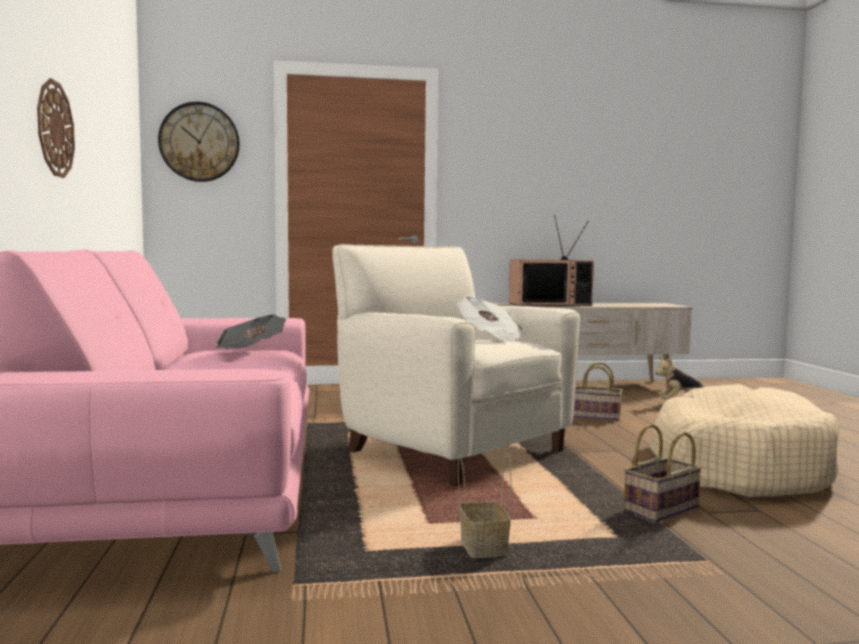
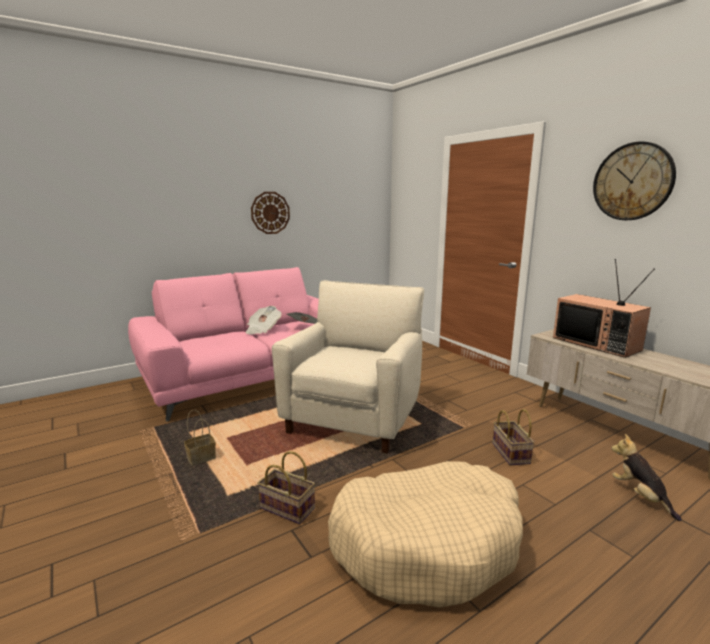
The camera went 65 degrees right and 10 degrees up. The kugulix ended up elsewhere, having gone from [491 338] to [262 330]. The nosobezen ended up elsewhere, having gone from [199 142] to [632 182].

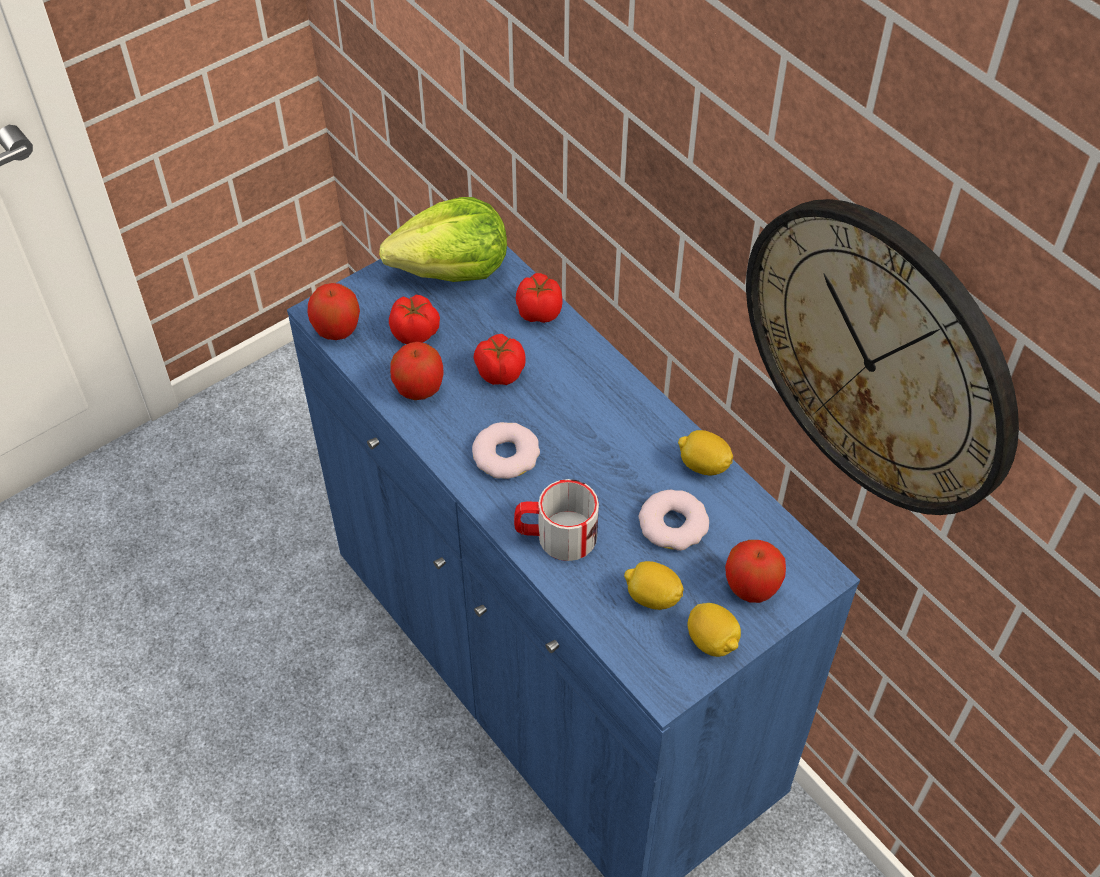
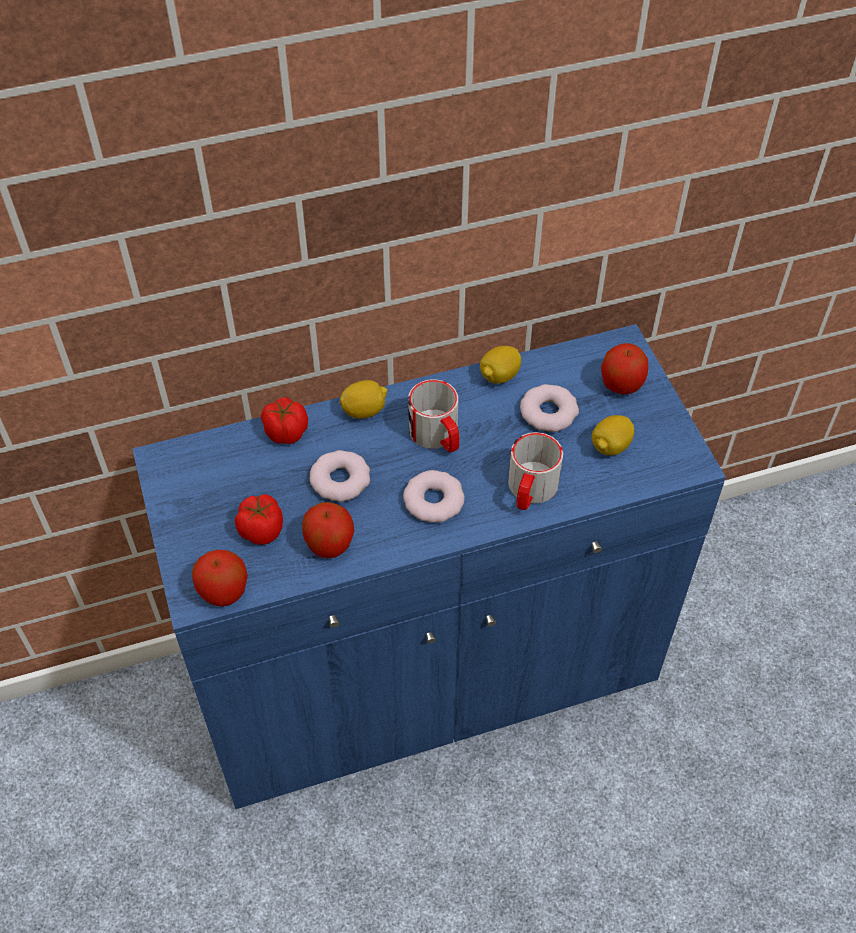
The camera went 70 degrees left and 0 degrees up. Where the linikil stood at [499 372], the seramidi came to stand at [340 480]. The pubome ended up elsewhere, having gone from [712 641] to [364 410]. The second view gained the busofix at [437 436]. The second view lost the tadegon at [452 269]. The second view lost the nosobezen at [879 357].

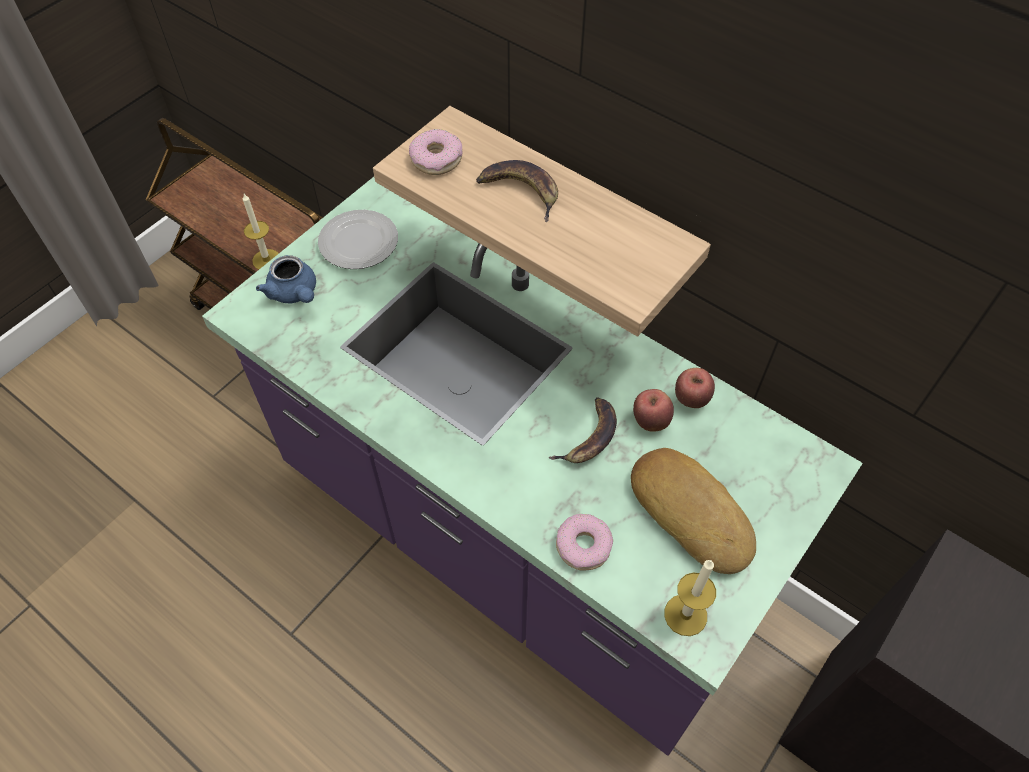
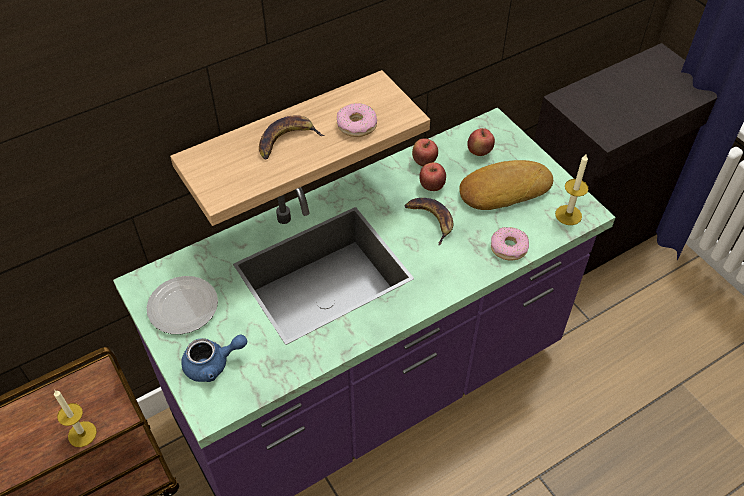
The camera went 70 degrees left and 5 degrees down. The seramidi ended up elsewhere, having gone from [436 159] to [357 125]. The second view gained the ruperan at [479 152].

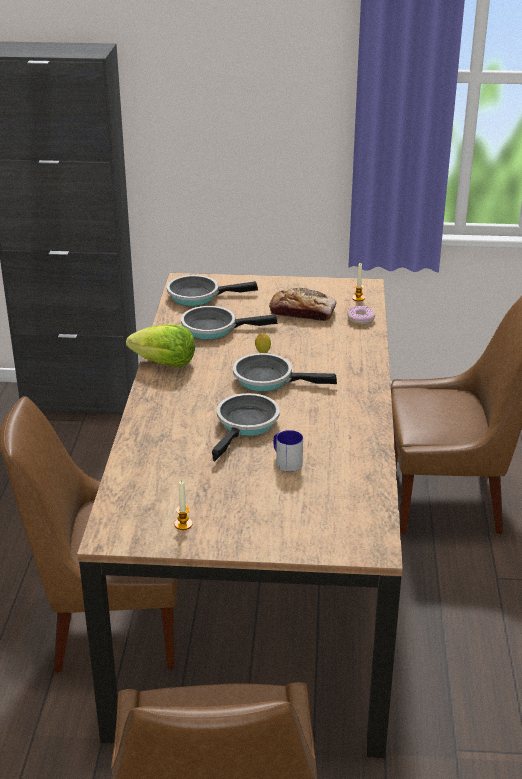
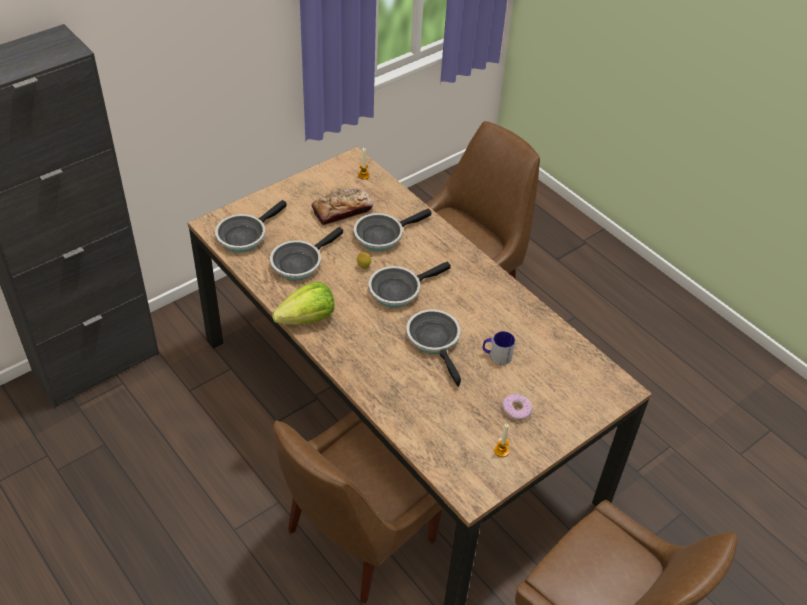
The camera went 45 degrees left and 15 degrees up. The second view gained the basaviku at [382 235]. The seramidi ended up elsewhere, having gone from [361 319] to [516 410].

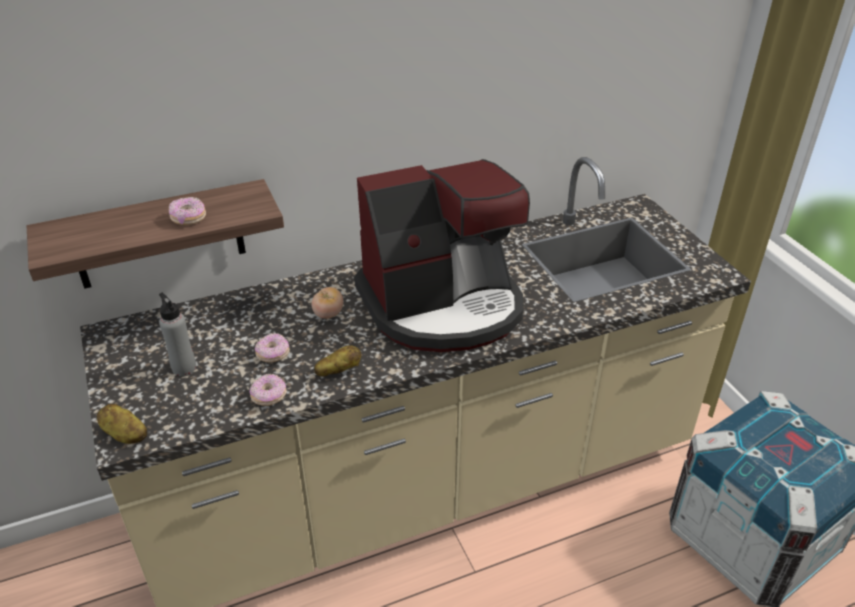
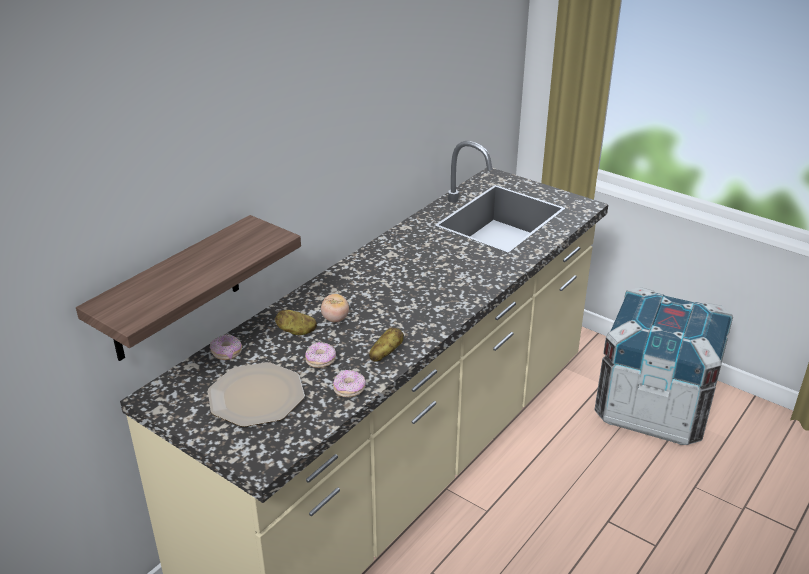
The camera went 30 degrees left and 5 degrees down. Where the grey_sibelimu stood at [184 367], the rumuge came to stand at [255 396]. The seramidi ended up elsewhere, having gone from [188 218] to [227 353]. The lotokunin ended up elsewhere, having gone from [124 435] to [296 332]. The second view lost the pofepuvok at [443 305].

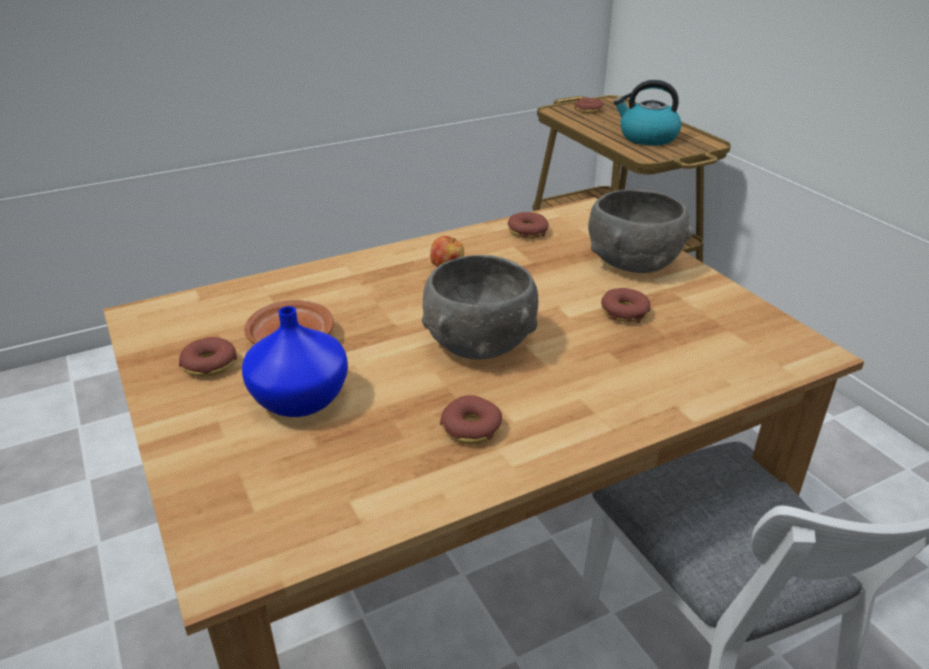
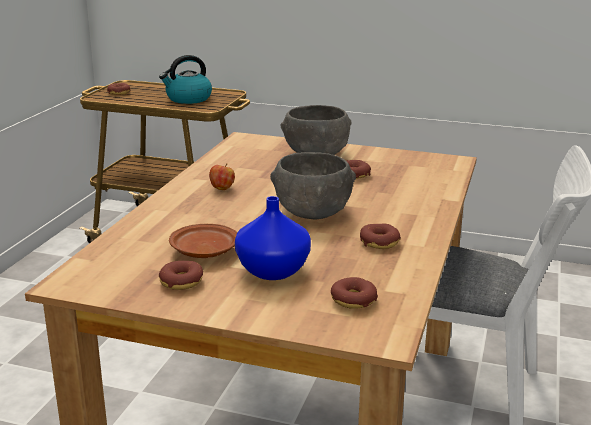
The camera went 45 degrees left and 10 degrees down. The seramidi ended up elsewhere, having gone from [527 232] to [353 300].

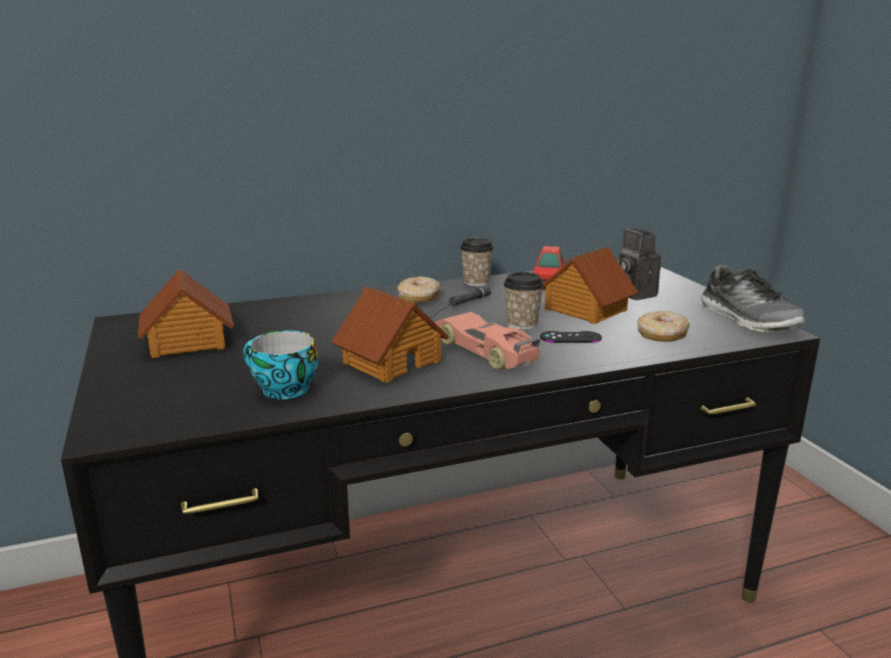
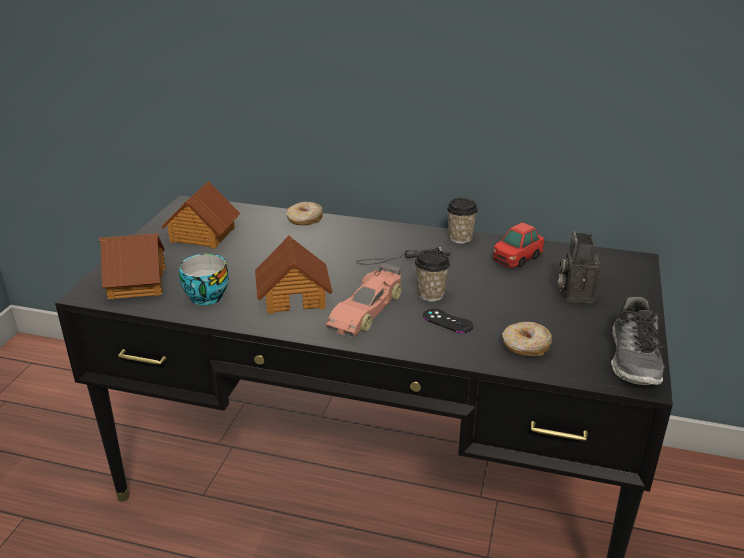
The camera went 35 degrees right and 10 degrees up. The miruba ended up elsewhere, having gone from [584 309] to [136 282]. The seramidi ended up elsewhere, having gone from [419 297] to [304 220]. The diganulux at [485 351] ended up facing another way, 150 degrees counterclockwise from before.

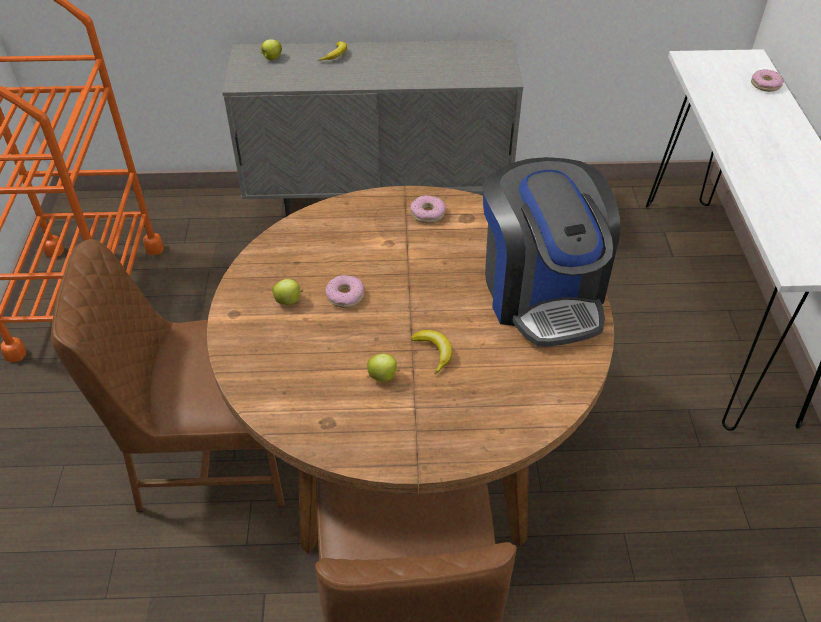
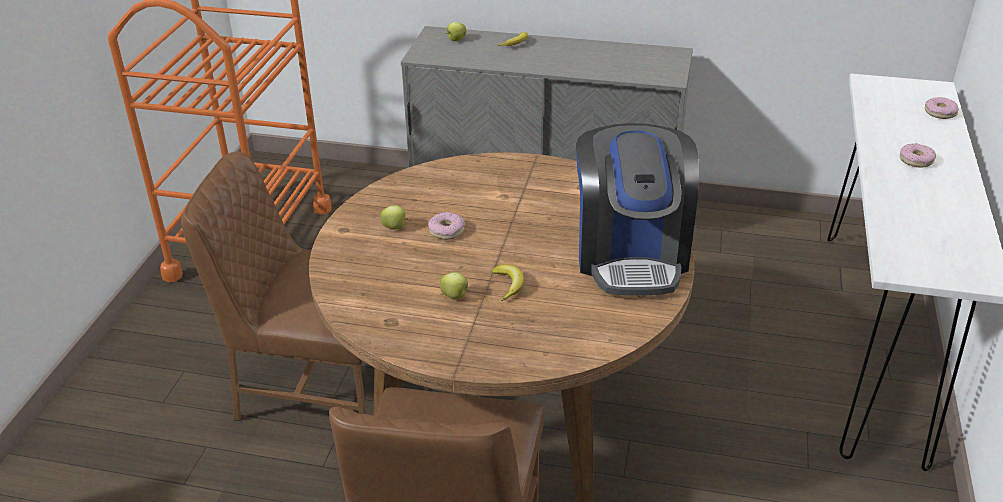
The camera went 15 degrees right and 10 degrees down. The seramidi ended up elsewhere, having gone from [427 213] to [916 160].

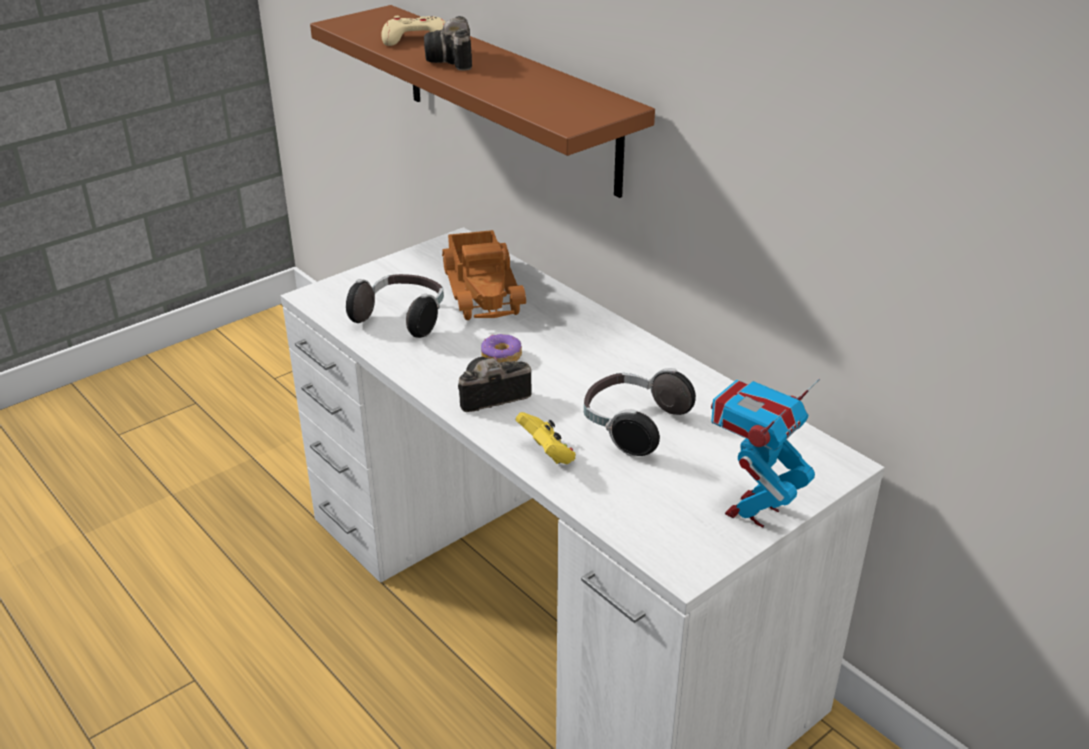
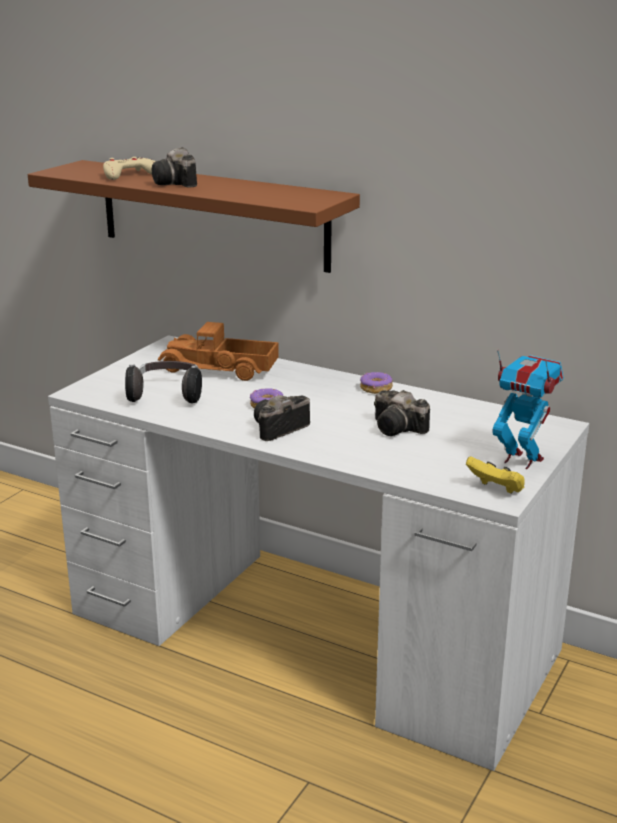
The camera went 20 degrees left and 10 degrees down. The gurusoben at [484 289] ended up facing another way, 135 degrees clockwise from before. The second view gained the seramidi at [376 389]. Where the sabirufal stood at [632 426], the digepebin came to stand at [399 429]. The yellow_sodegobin ended up elsewhere, having gone from [547 455] to [496 489]. The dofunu at [752 510] ended up facing another way, 105 degrees clockwise from before.

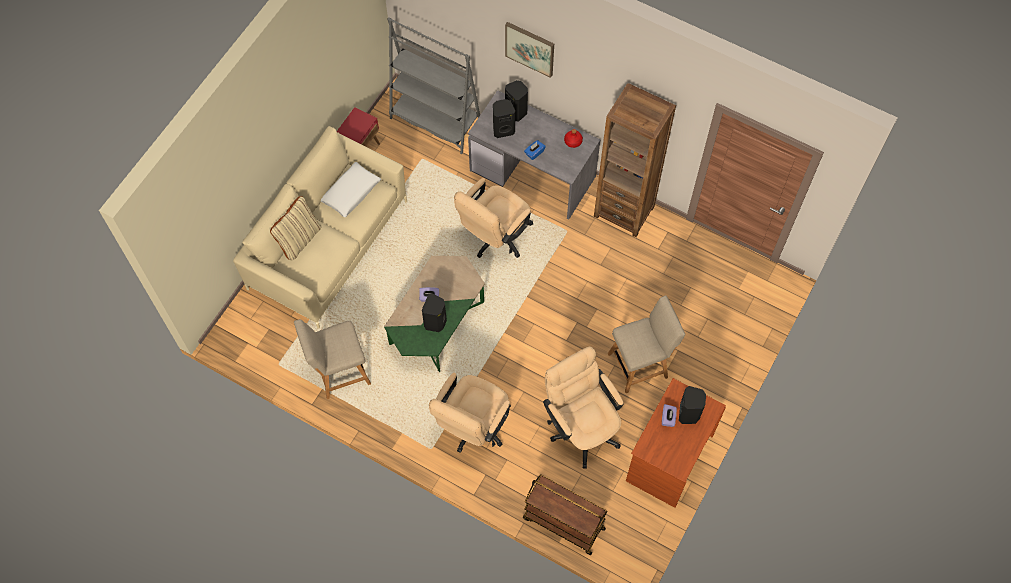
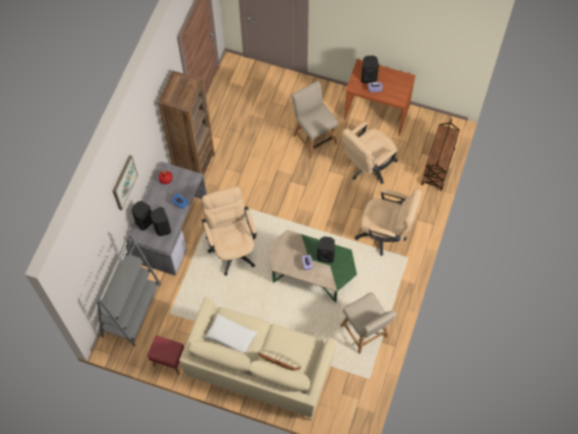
The camera went 100 degrees left and 0 degrees up. The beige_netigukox at [495 238] ended up facing another way, 135 degrees counterclockwise from before.

